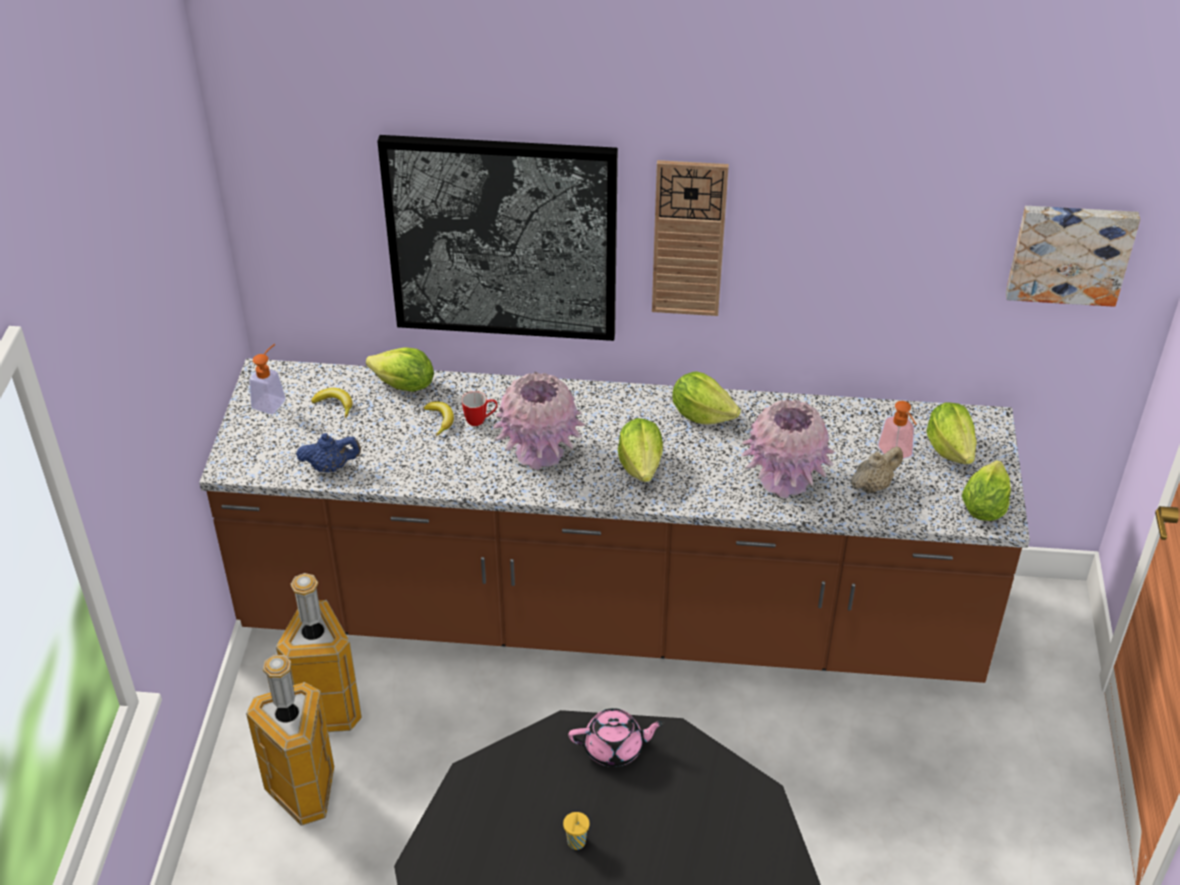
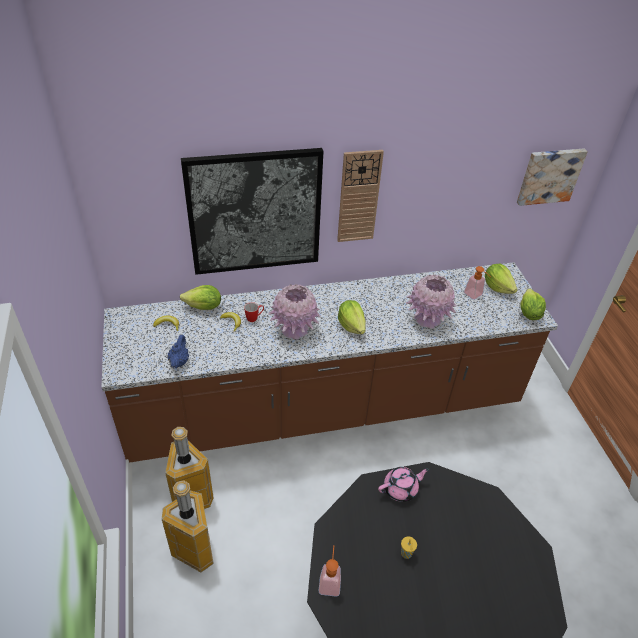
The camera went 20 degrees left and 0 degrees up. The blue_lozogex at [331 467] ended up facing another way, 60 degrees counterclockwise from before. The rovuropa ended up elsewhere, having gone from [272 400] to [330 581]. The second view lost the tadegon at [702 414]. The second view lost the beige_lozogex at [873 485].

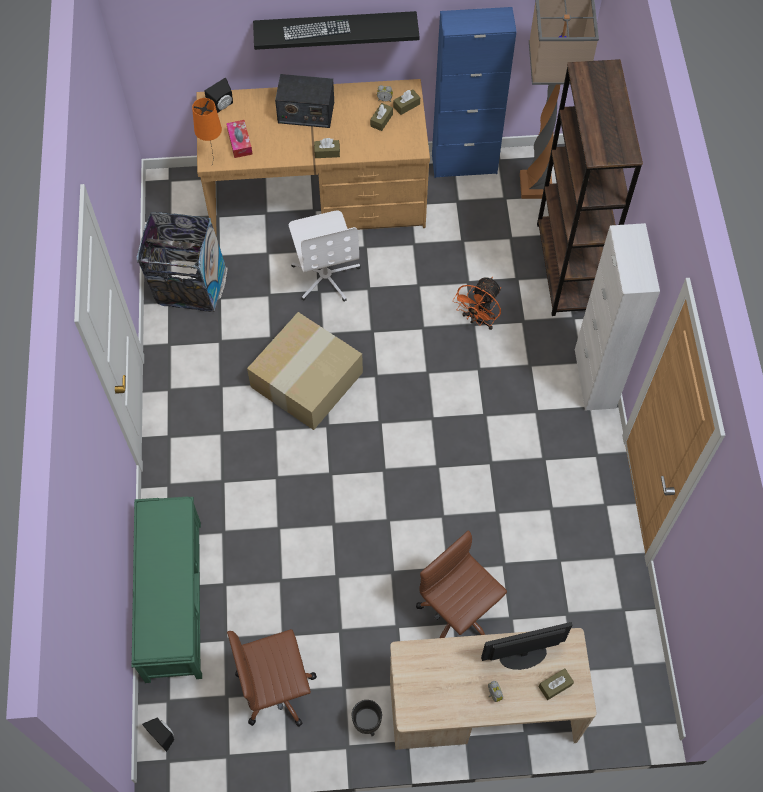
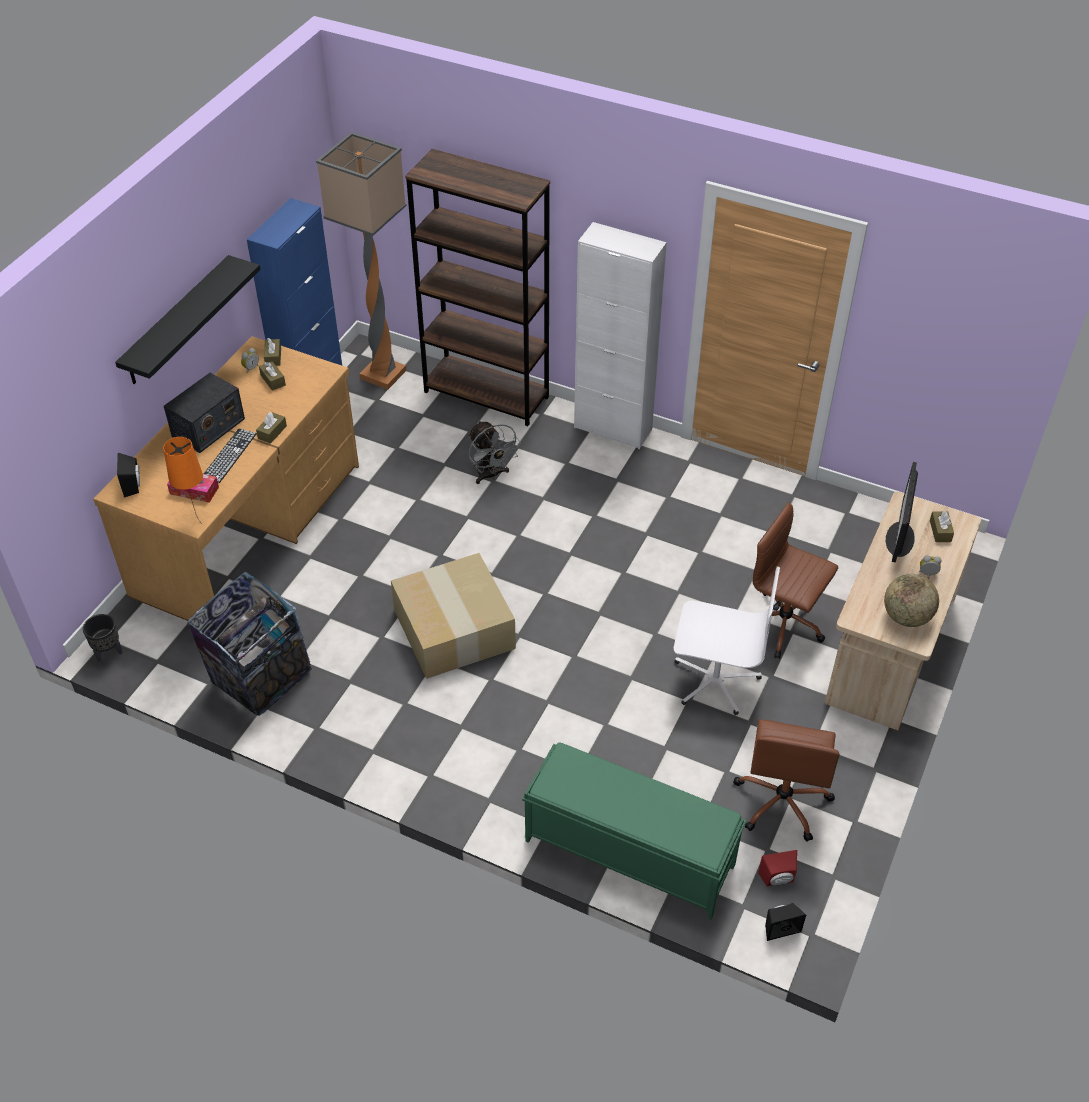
The camera went 60 degrees left and 15 degrees down. The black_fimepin ended up elsewhere, having gone from [366 723] to [108 652]. The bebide ended up elsewhere, having gone from [316 30] to [229 455]. What was the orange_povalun at [478 320] turned into the grey_povalun at [491 475]. The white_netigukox ended up elsewhere, having gone from [326 275] to [715 680]. The brown_netigukox at [458 613] ended up facing another way, 45 degrees clockwise from before. The second view gained the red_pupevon at [778 880]. The second view gained the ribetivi at [906 617].

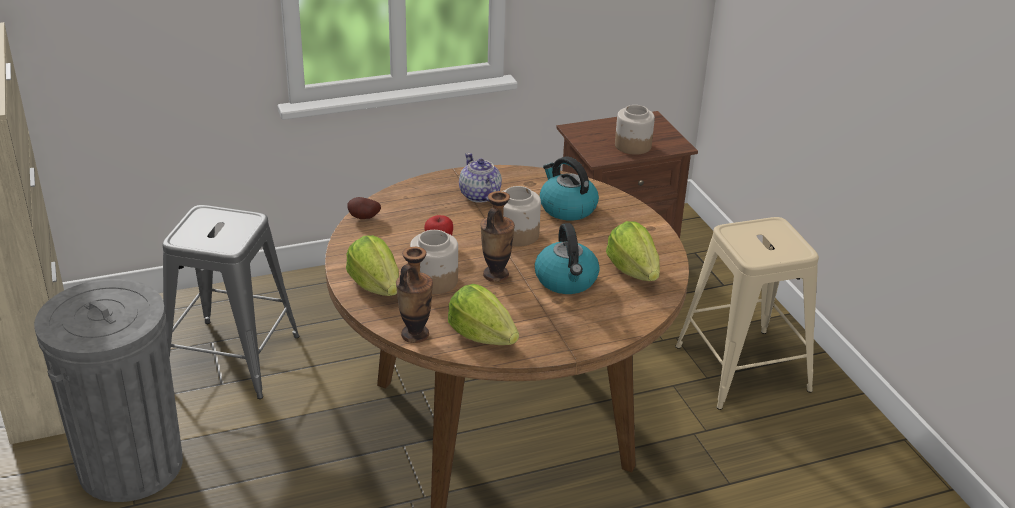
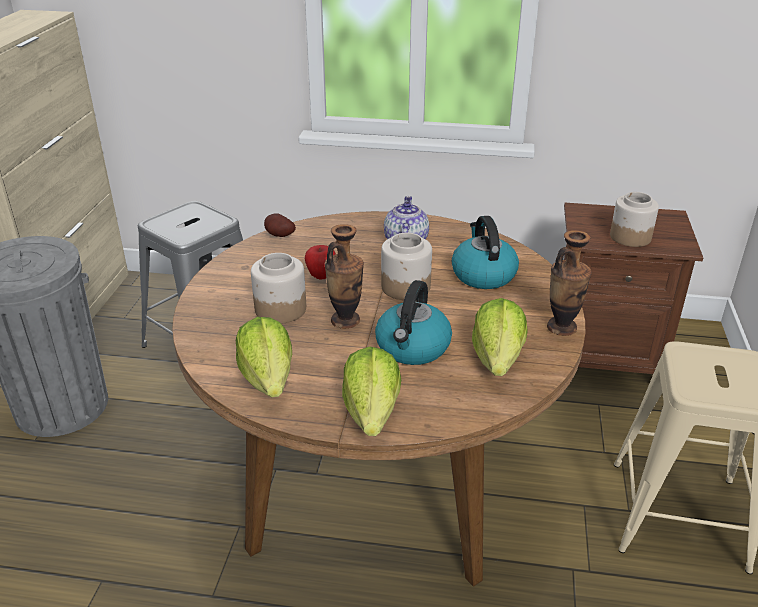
The camera went 30 degrees right and 0 degrees up. The tadegon ended up elsewhere, having gone from [376 286] to [372 413]. The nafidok ended up elsewhere, having gone from [415 334] to [561 327].

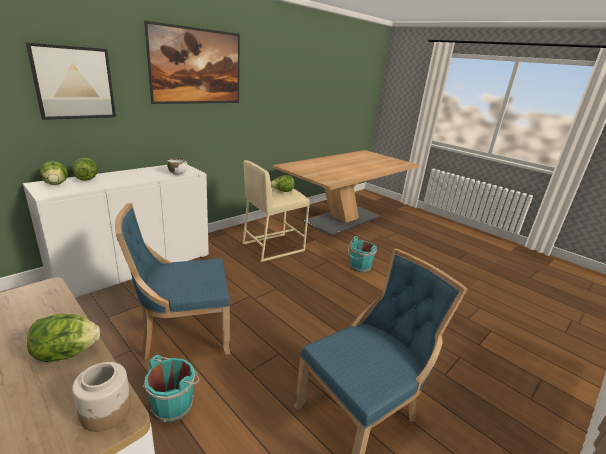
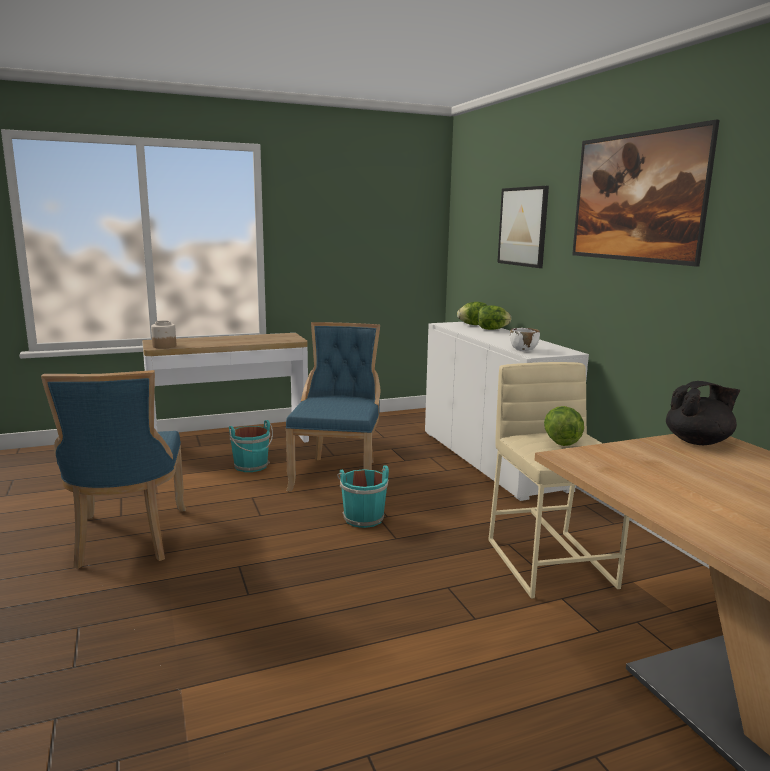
The camera went 115 degrees right and 10 degrees down. The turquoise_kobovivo ended up elsewhere, having gone from [359 267] to [362 517]. The second view gained the black_lozogex at [698 442]. The second view lost the tadegon at [66 353].

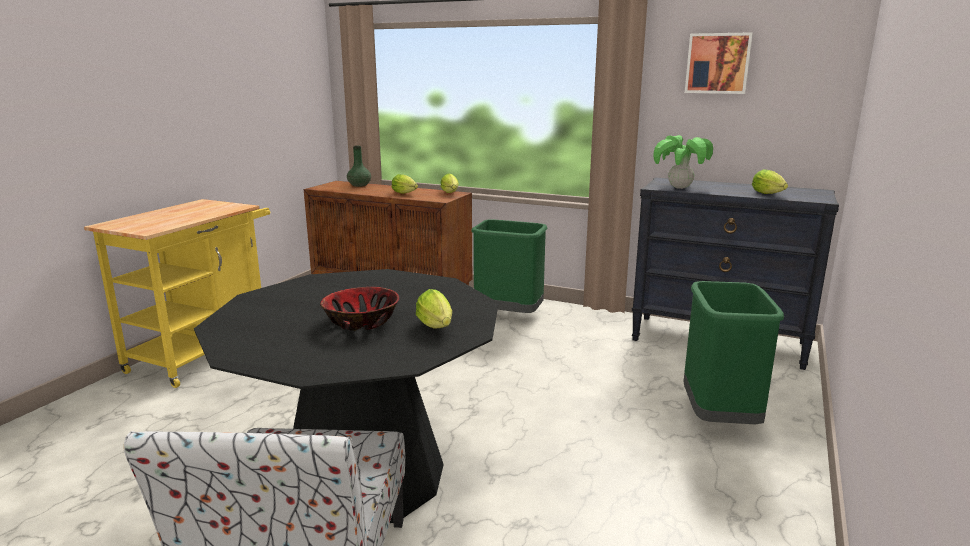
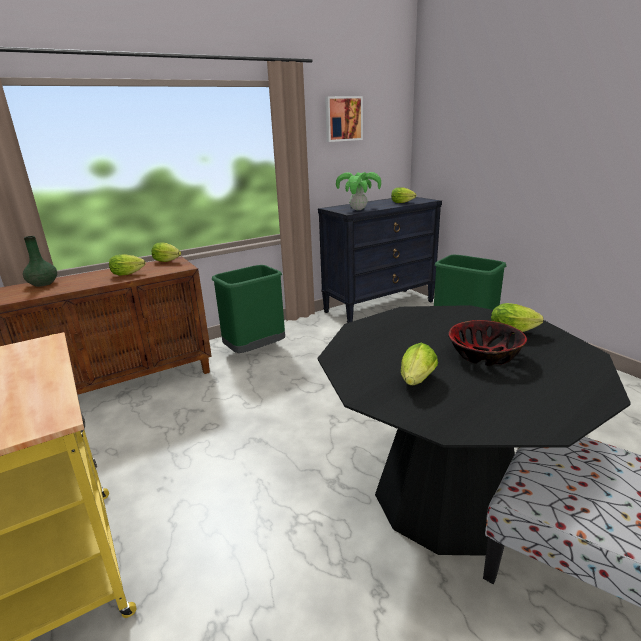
The camera went 55 degrees left and 5 degrees up. The second view gained the tadegon at [416 382].

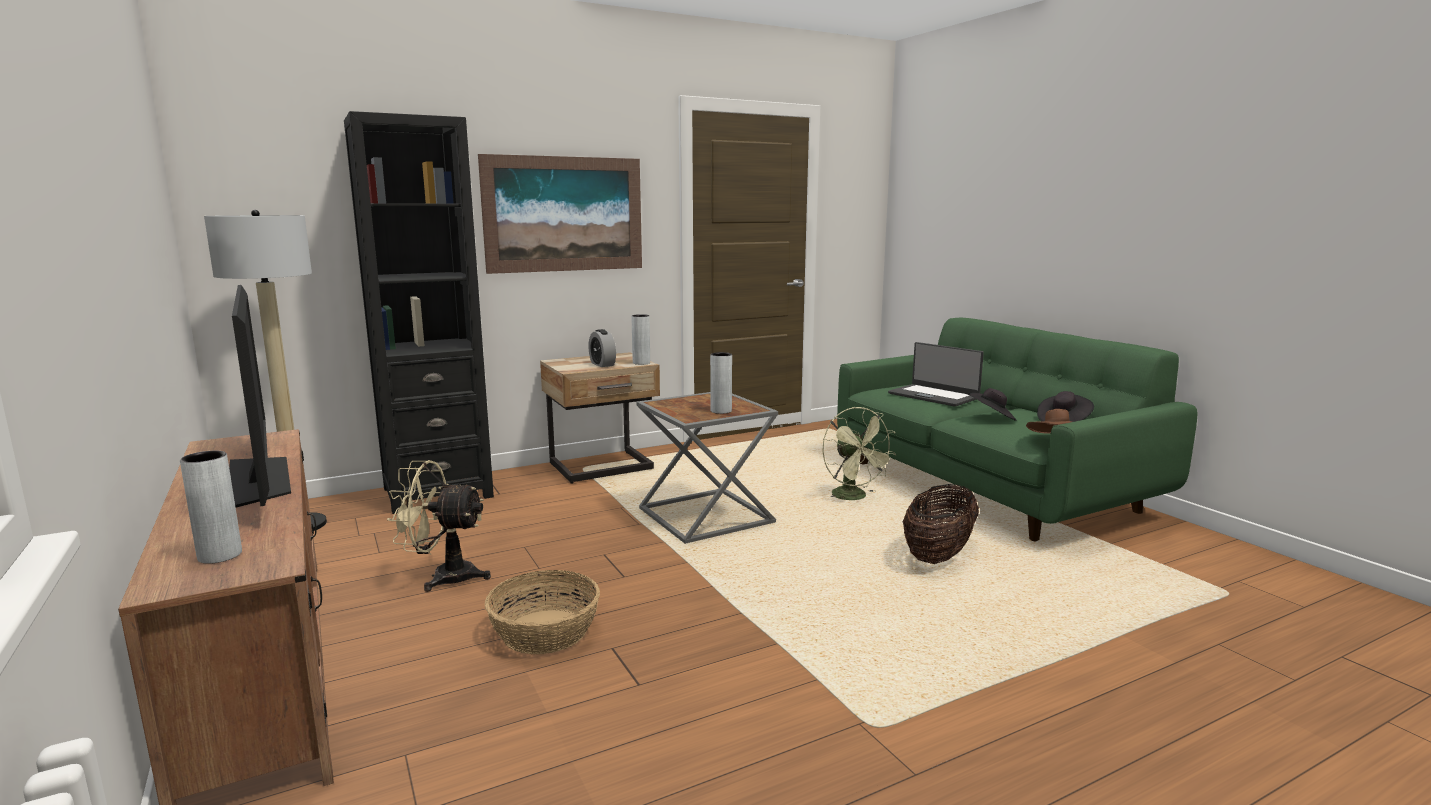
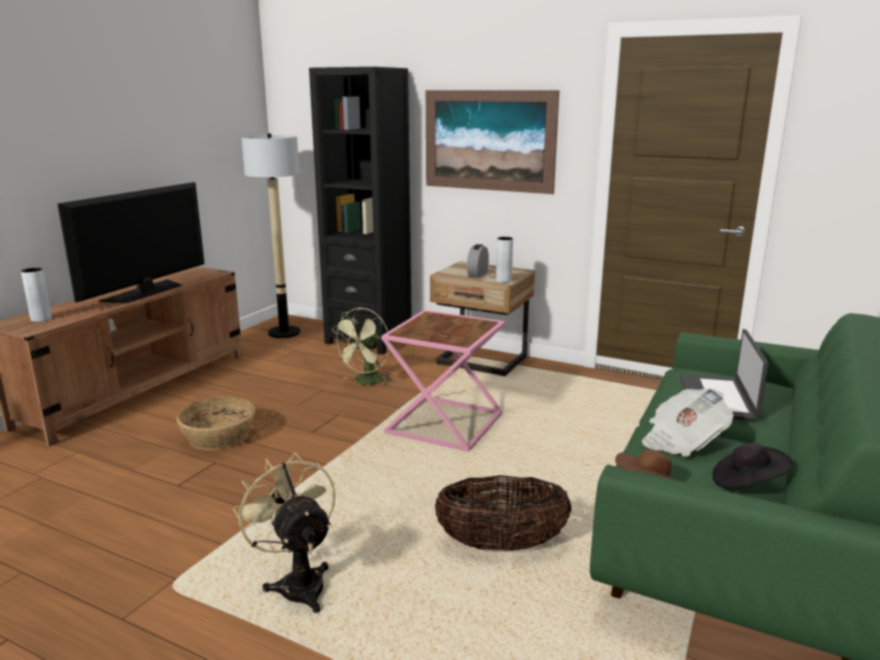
The camera went 55 degrees right and 5 degrees up. The beige_povalun ended up elsewhere, having gone from [443 577] to [298 583]. The green_povalun ended up elsewhere, having gone from [854 498] to [366 382]. What was the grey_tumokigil at [708 516] turned into the pink_tumokigil at [445 424]. Where the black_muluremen stood at [992 418], the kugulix came to stand at [682 441]. The second view lost the grey_nafidok at [721 411].

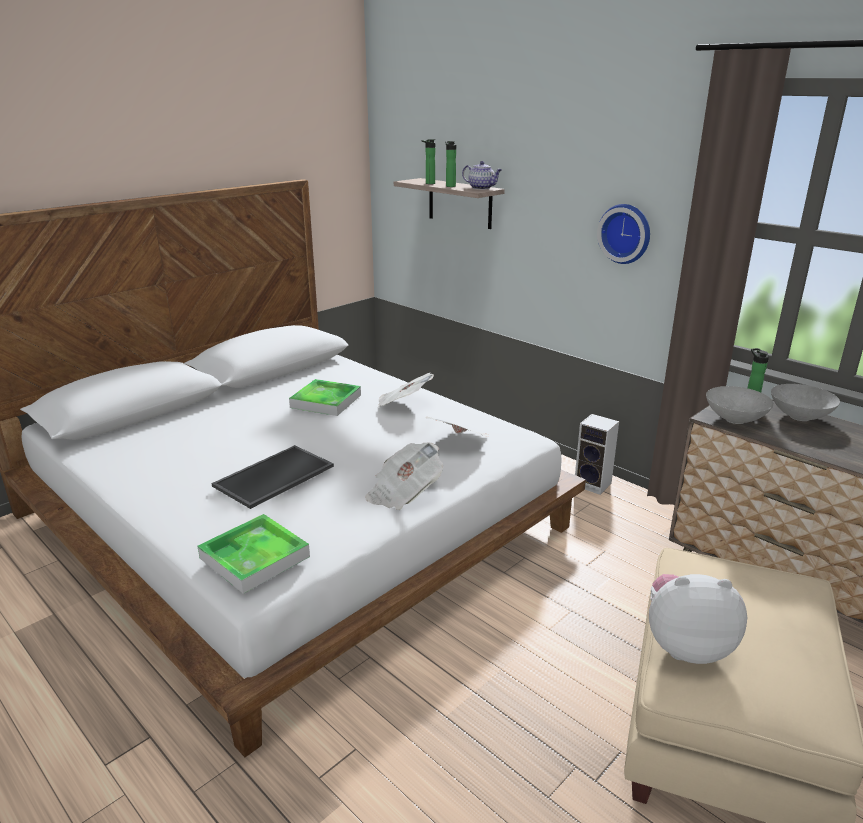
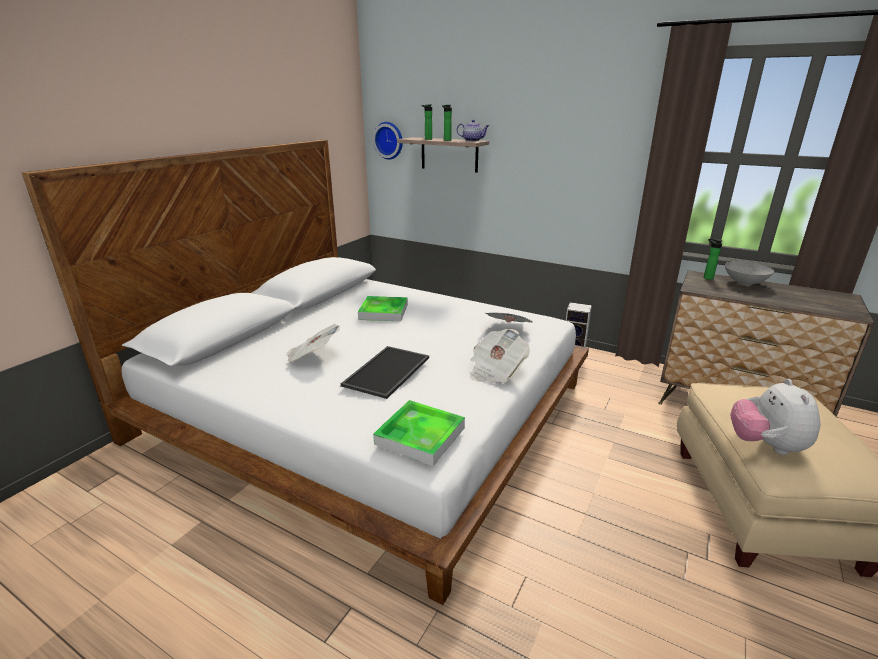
The camera went 15 degrees left and 0 degrees up. The kugulix ended up elsewhere, having gone from [403 404] to [313 356]. The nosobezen ended up elsewhere, having gone from [626 233] to [389 140]. The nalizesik at [686 645] ended up facing another way, 75 degrees counterclockwise from before. The second view lost the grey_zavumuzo at [735 420].

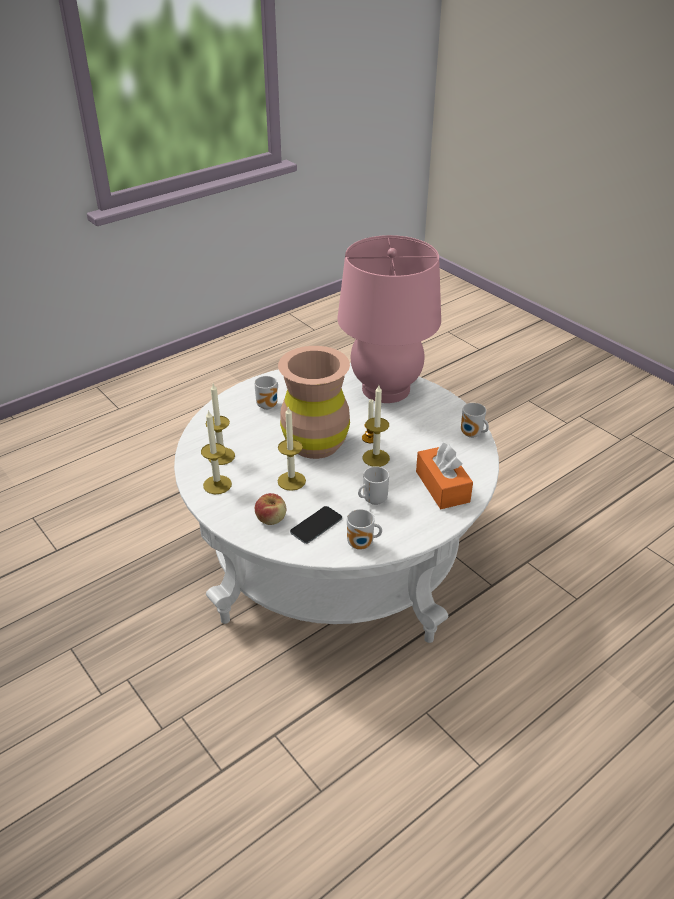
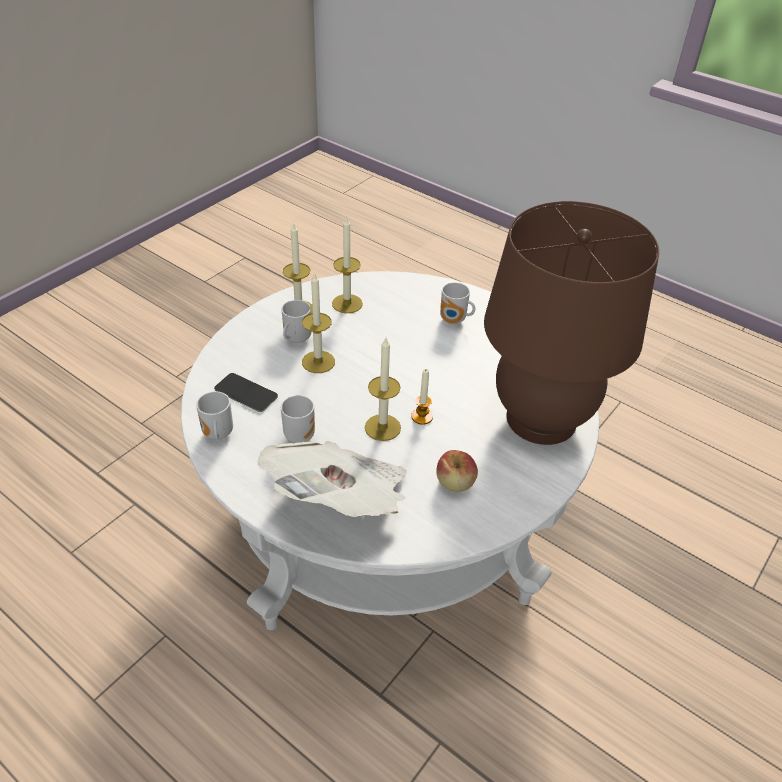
The camera went 75 degrees right and 5 degrees up. Where the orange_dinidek stood at [442 486], the kugulix came to stand at [341 501]. The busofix ended up elsewhere, having gone from [472 435] to [295 339]. The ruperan ended up elsewhere, having gone from [271 519] to [455 483]. What was the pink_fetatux at [386 389] turned into the brown_fetatux at [541 419]. The second view lost the brown_nafidok at [315 443].

